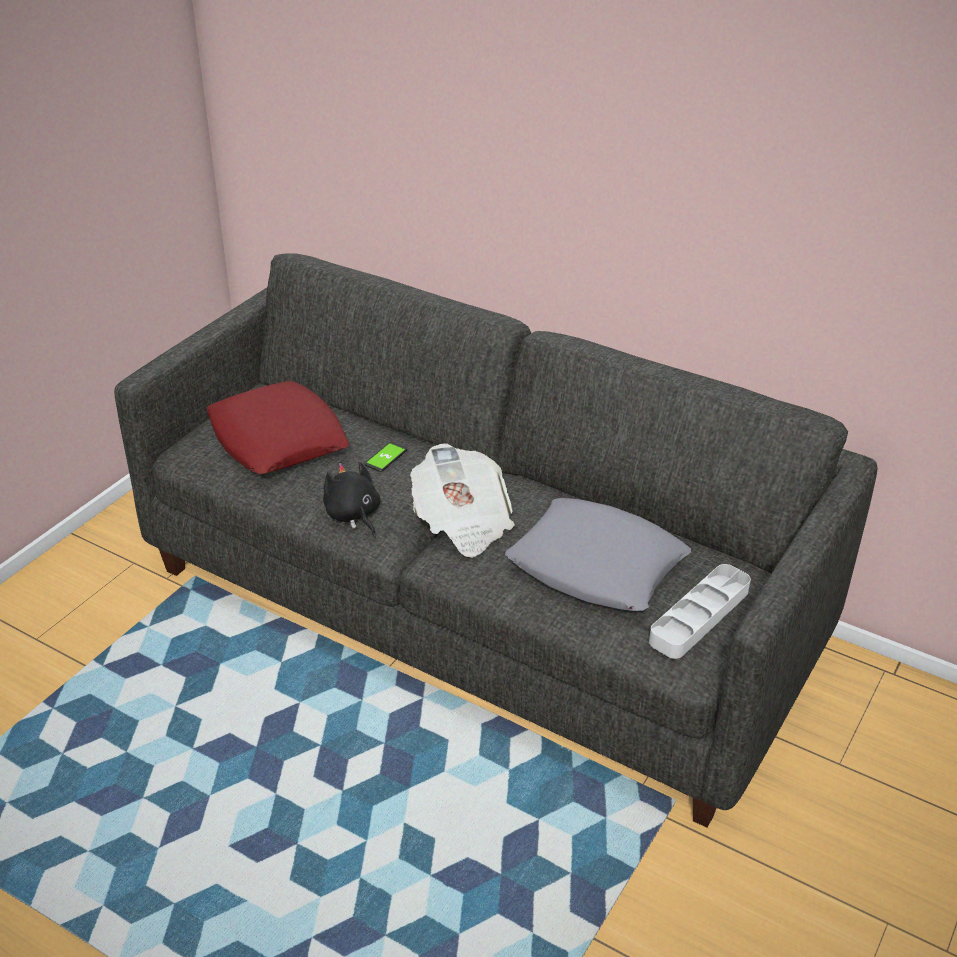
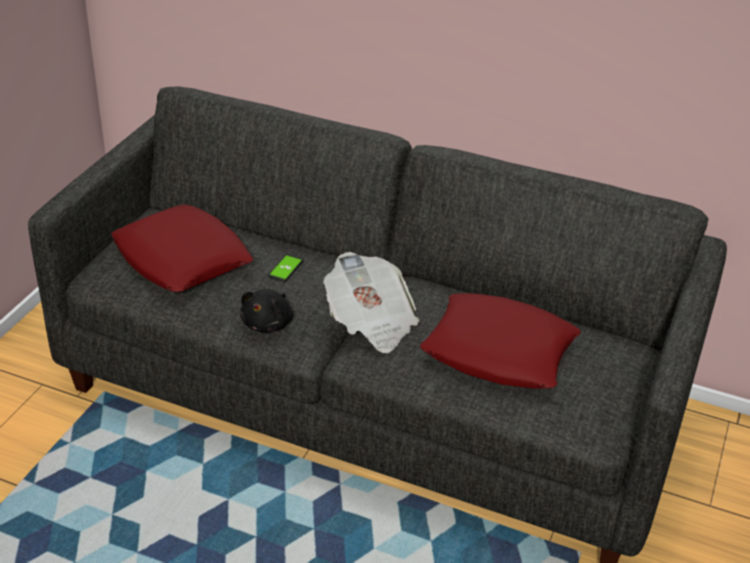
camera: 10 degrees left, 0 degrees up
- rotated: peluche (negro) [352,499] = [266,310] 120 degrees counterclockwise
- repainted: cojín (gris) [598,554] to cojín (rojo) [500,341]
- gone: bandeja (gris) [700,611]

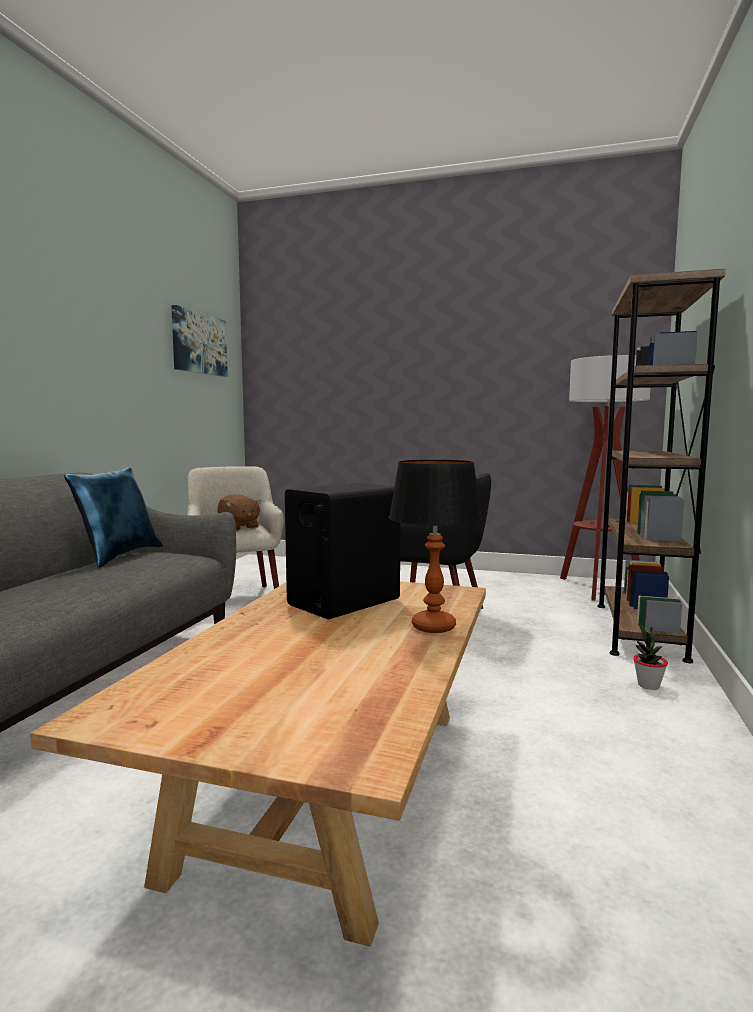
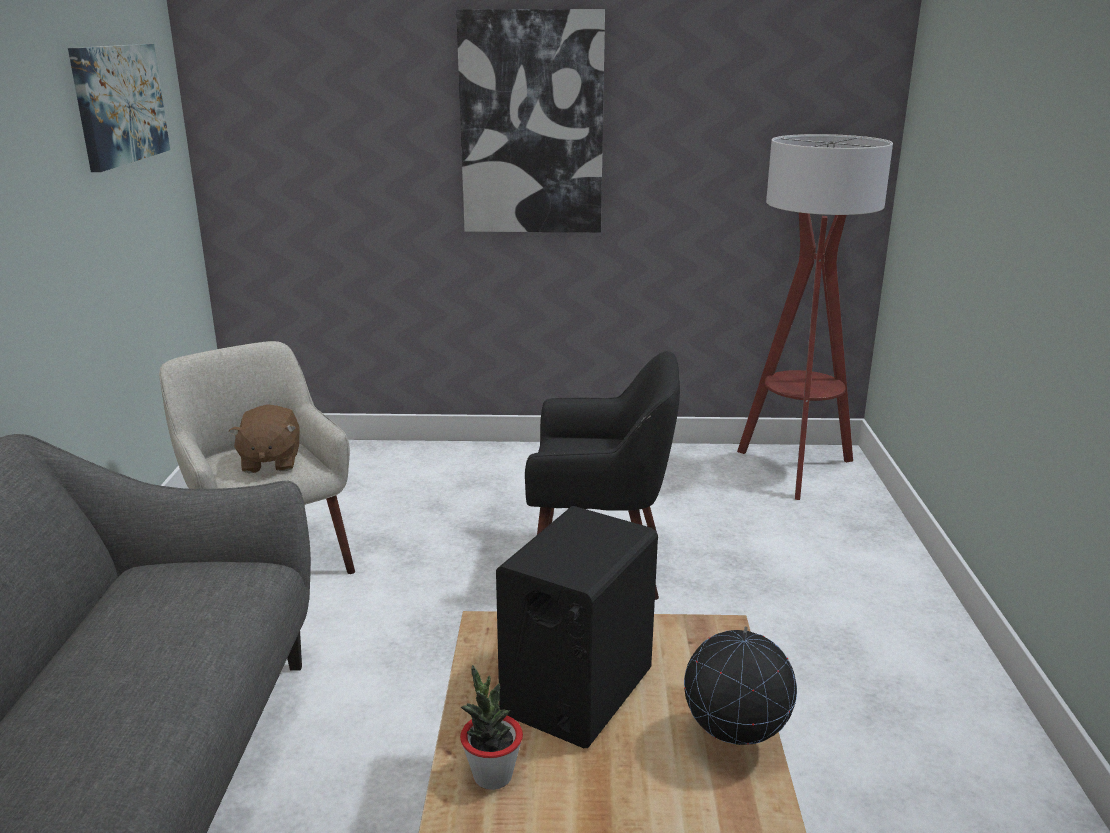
camera: 15 degrees left, 15 degrees up
- rotated: peluche (marrón) [239,512] = [263,439] 45 degrees clockwise
- new: cuadro [530,120]
- shifted: planta en maceta [650,656] to [491,727]
- swapped: lámpara de mesa [435,546] to globo terráqueo [740,686]
- gone: cojín (azul) [113,517]
- gone: estantería (marrón) [661,466]

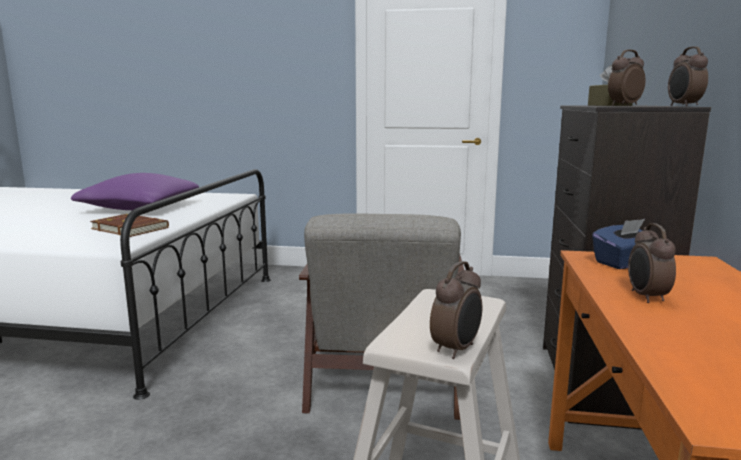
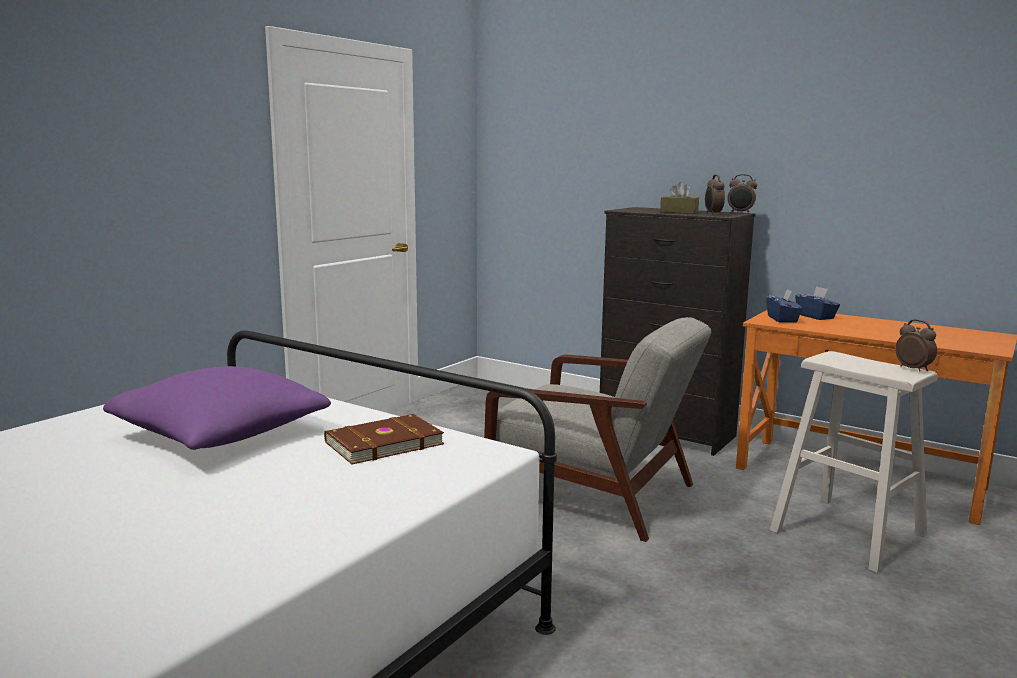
camera: 65 degrees left, 0 degrees up
- new: caja de pañuelos (azul) [817,303]
- gone: despertador [652,263]

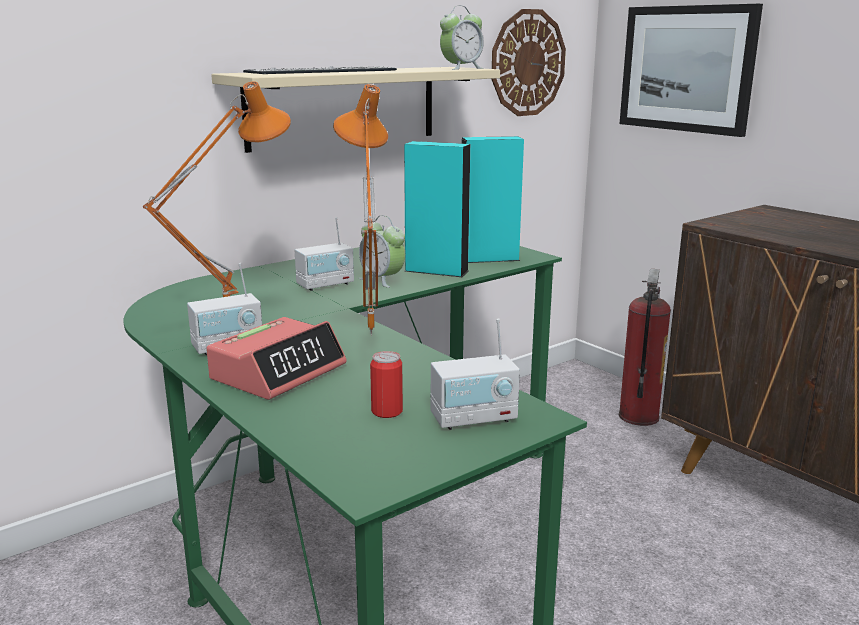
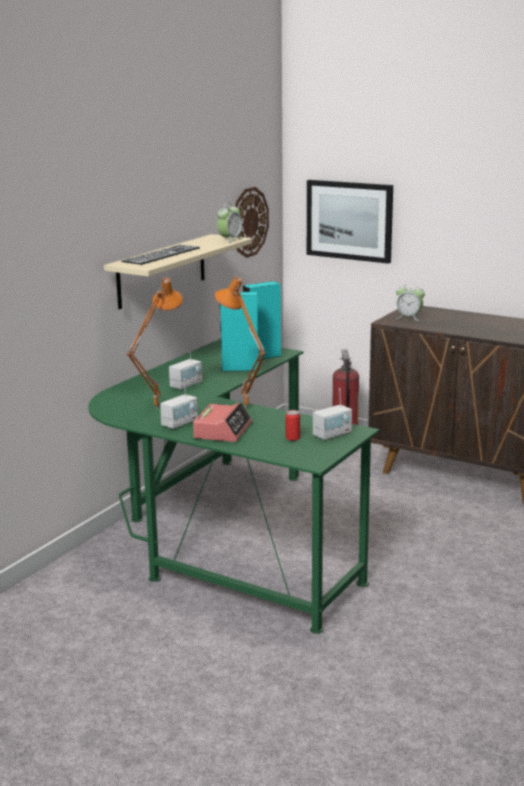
camera: 20 degrees left, 0 degrees up
- shifted: despertador [382,251] to [410,302]

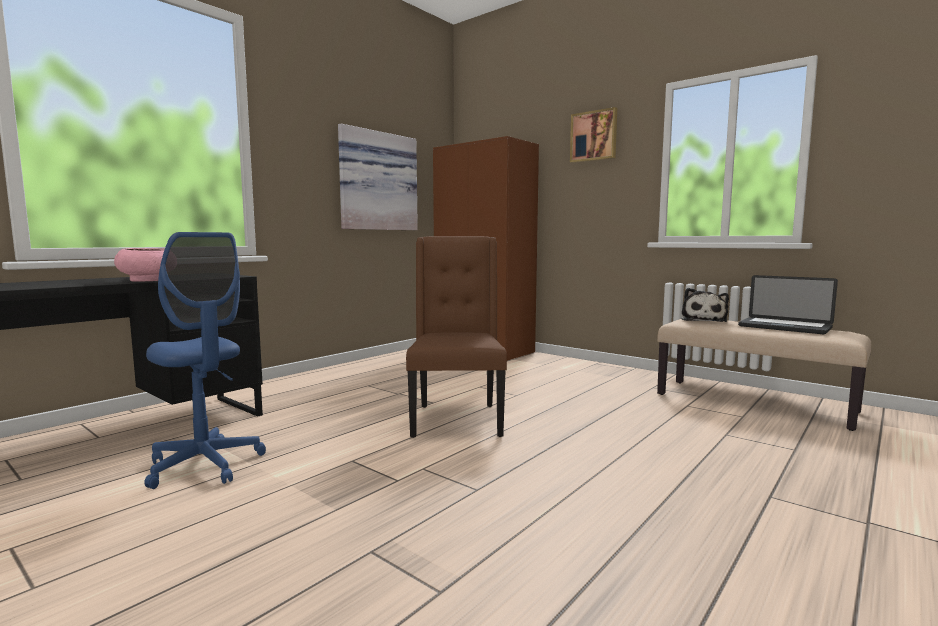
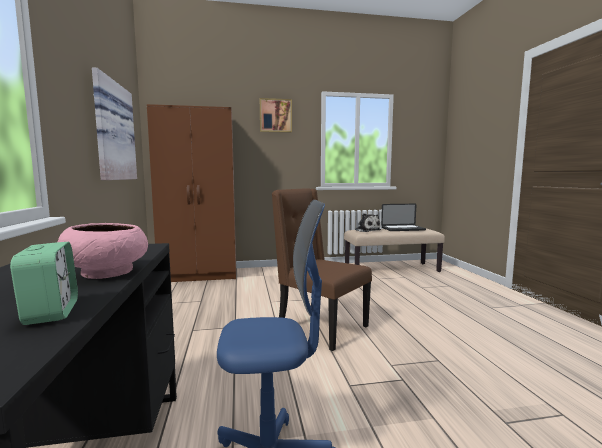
camera: 50 degrees left, 0 degrees up
- new: despertador [44,283]

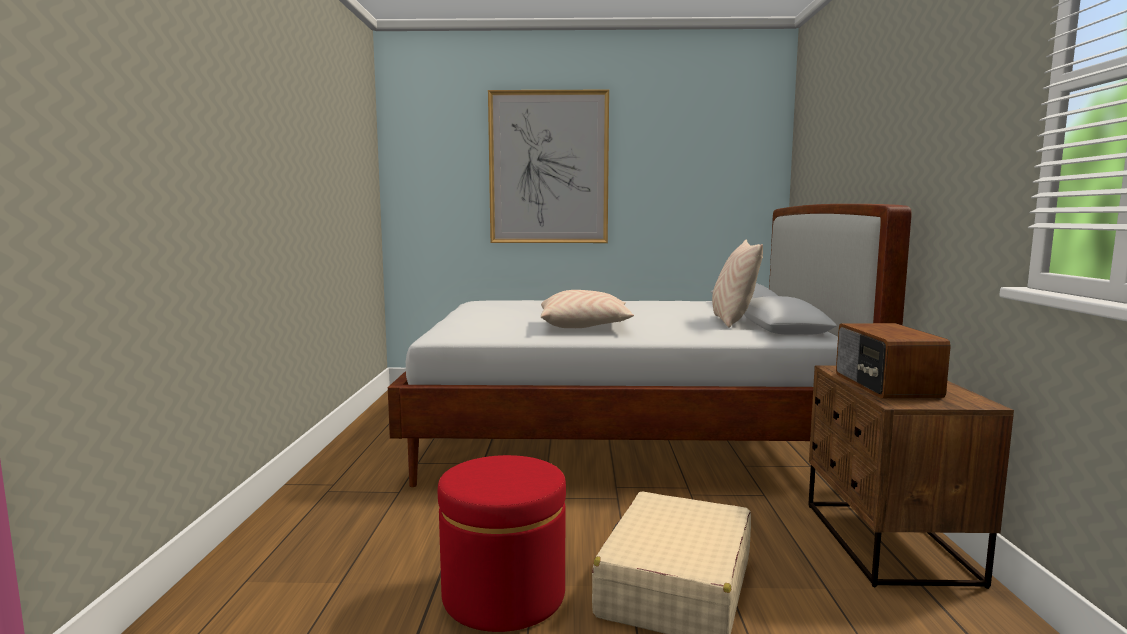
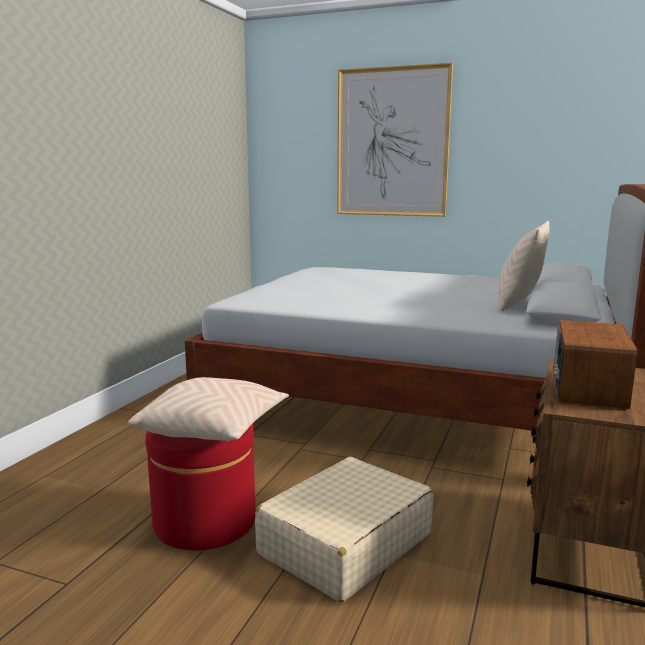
camera: 20 degrees right, 5 degrees up
- shifted: cojín (beis) [587,309] to [208,409]

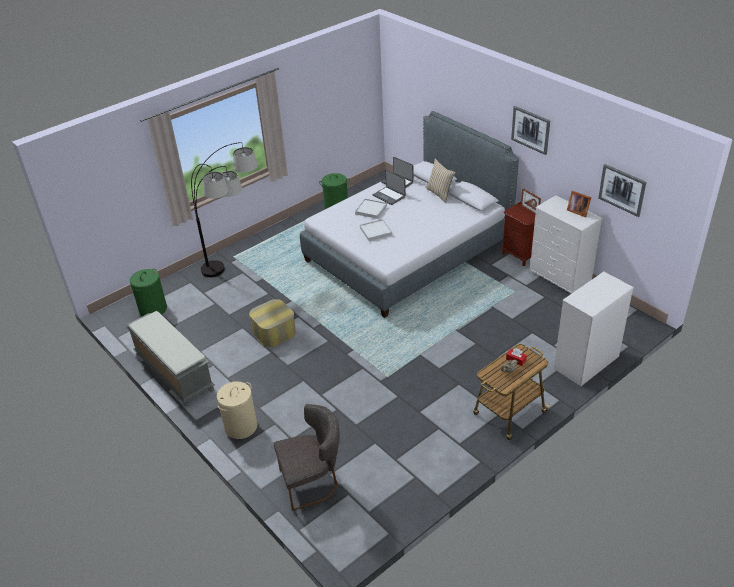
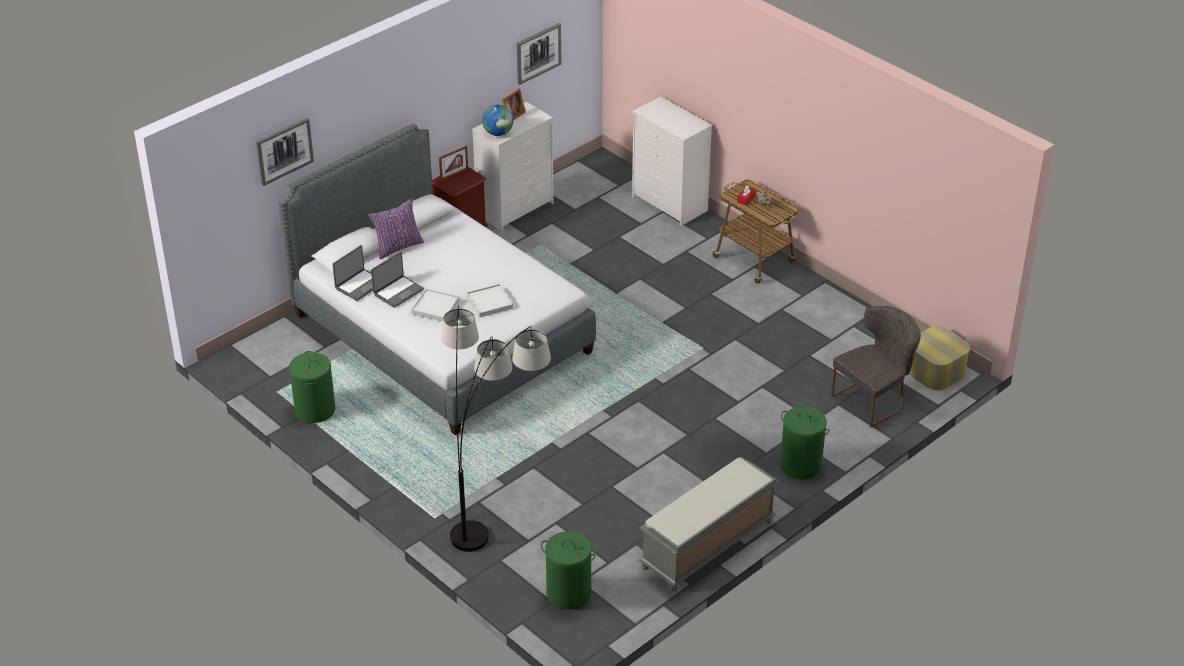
camera: 95 degrees left, 0 degrees up
- shifted: cuadro [530,130] to [285,151]
- repainted: cojín (beis) [440,180] to cojín (morado) [396,228]
- new: globo terráqueo [497,120]
- repainted: cesto de la ropa (beis) [237,410] to cesto de la ropa (verde) [805,442]
- rotated: silla (gris) [307,457] = [876,366] 75 degrees clockwise
- shifted: puf [272,323] to [939,358]

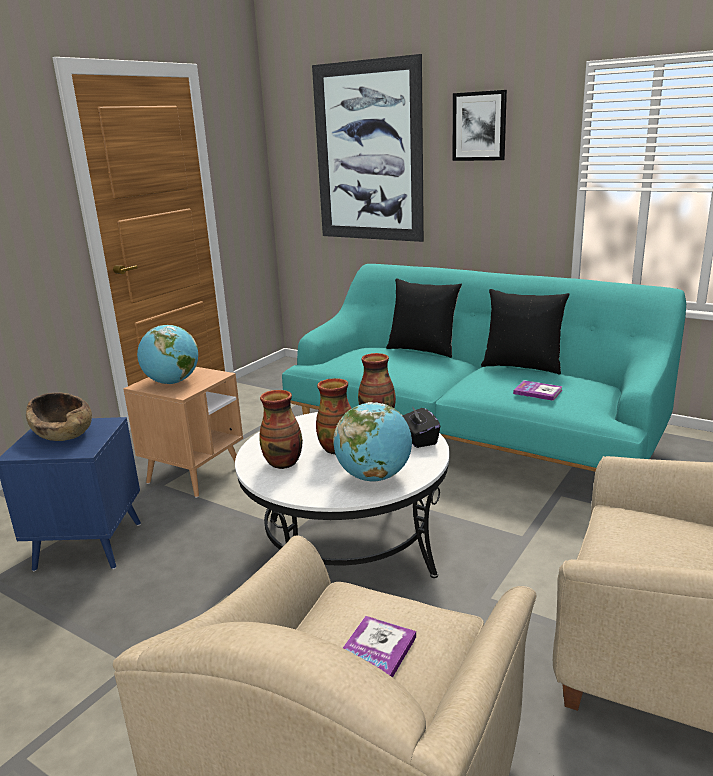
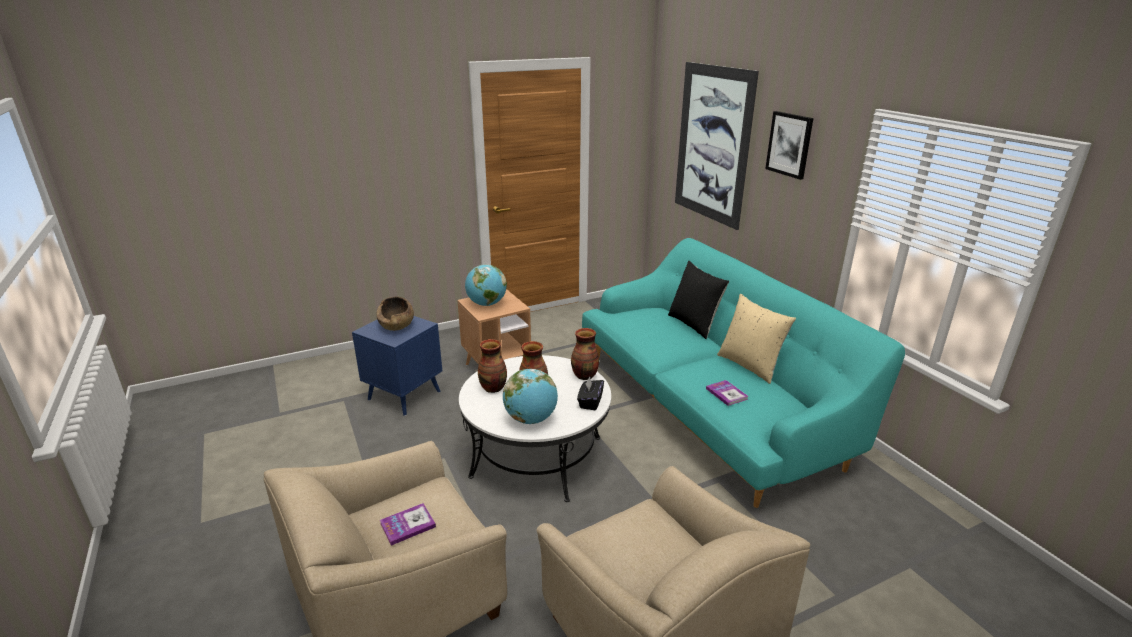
camera: 30 degrees right, 5 degrees up
- repainted: cojín (negro) [525,331] to cojín (beis) [756,339]

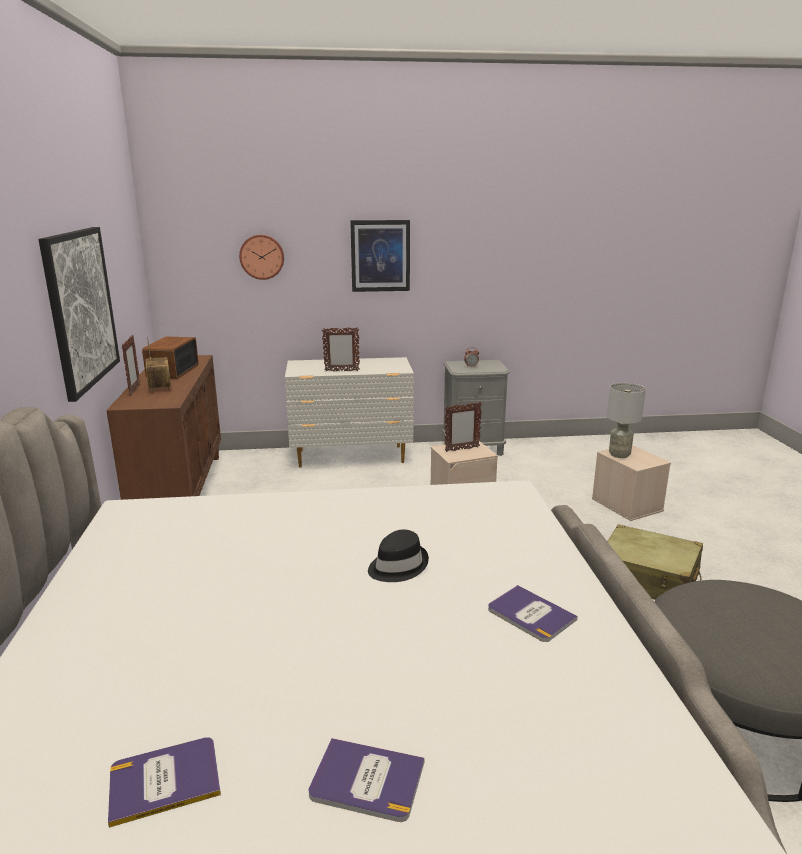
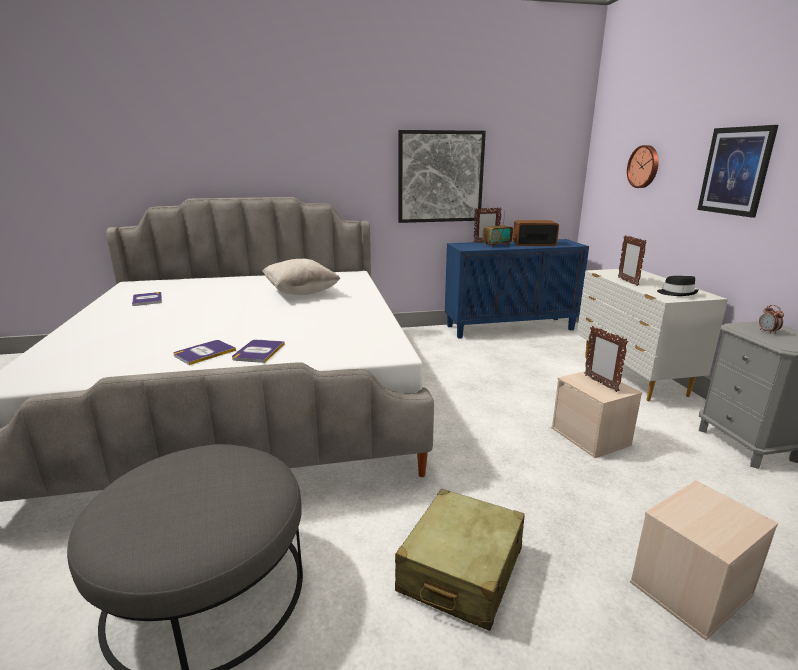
camera: 85 degrees right, 0 degrees up
- shifted: libro [366,780] to [258,351]
- new: cojín (beis) [301,277]
- repainted: armario (marrón) [163,427] to armario (azul) [517,289]
- shifted: sombrero (negro) [398,555] to [678,286]
- gone: lámpara de mesa (gris) [626,420]

